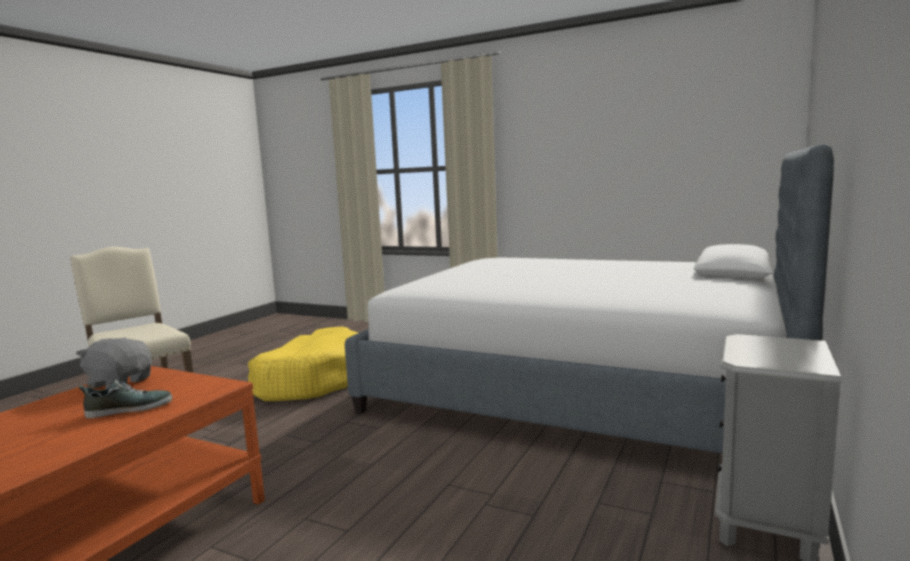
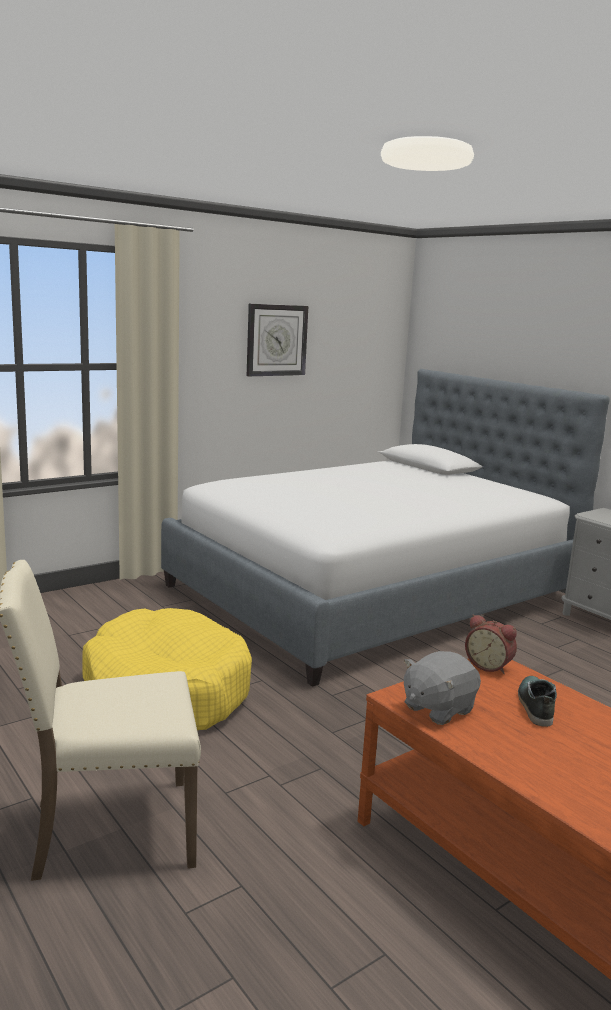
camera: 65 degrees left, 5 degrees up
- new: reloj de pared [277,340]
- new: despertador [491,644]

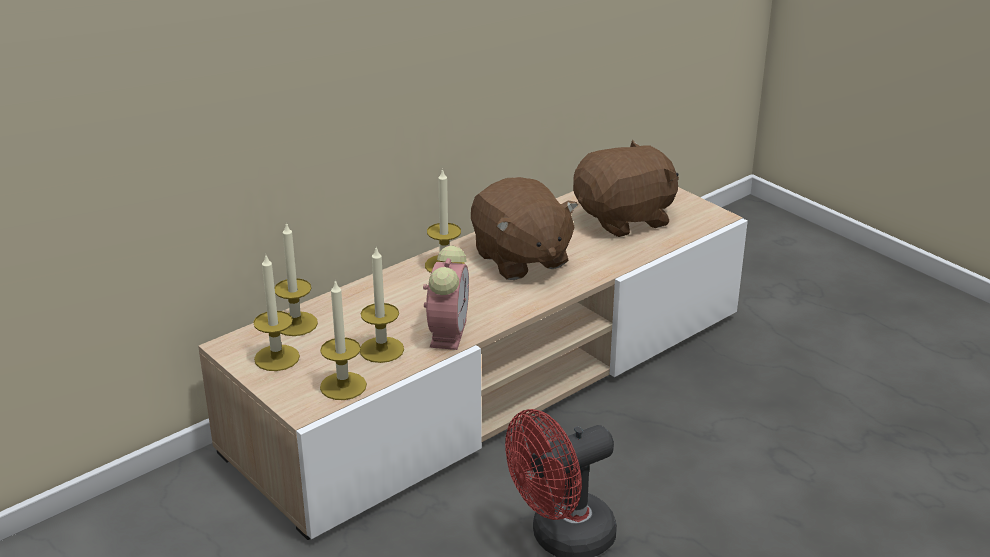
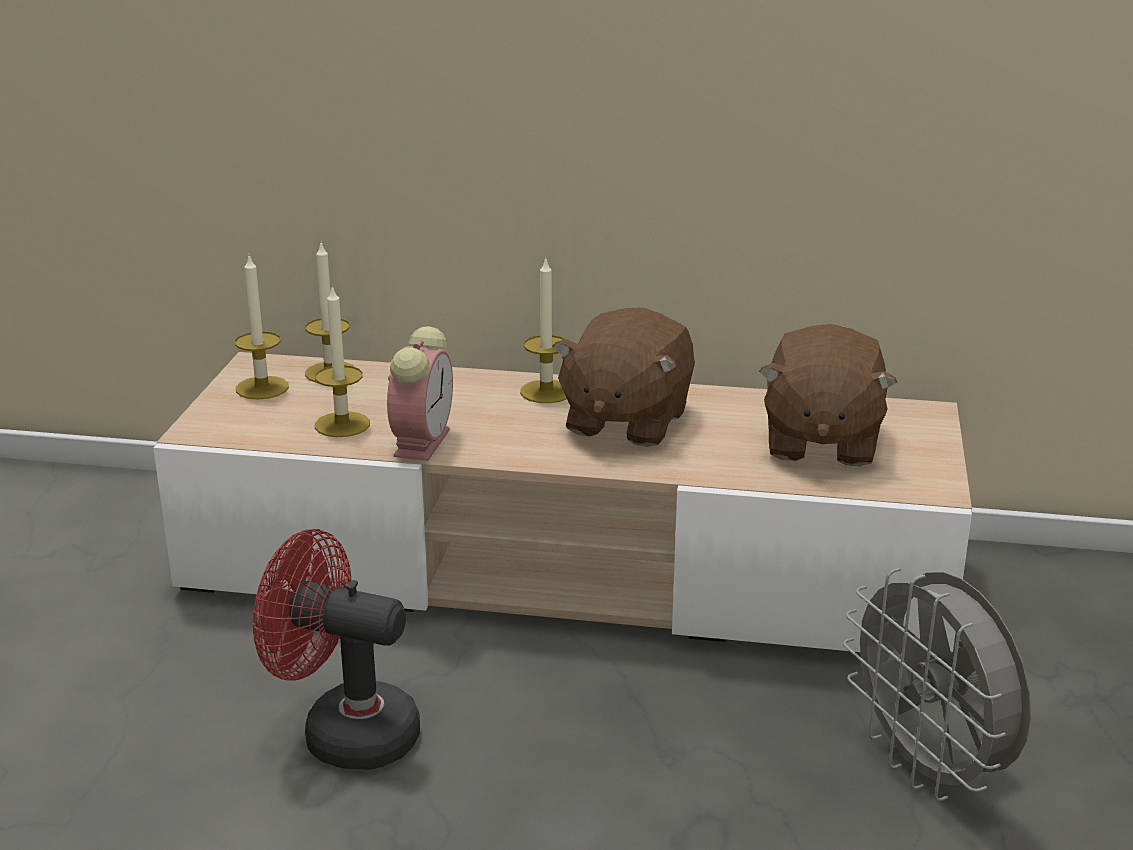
camera: 50 degrees right, 5 degrees down
- rotated: despertador [446,298] = [420,393] 45 degrees counterclockwise
- rotated: peluche (marrón) [626,188] = [828,395] 75 degrees clockwise
- new: ventilador (gris) [937,684]
- gone: vela [343,339]

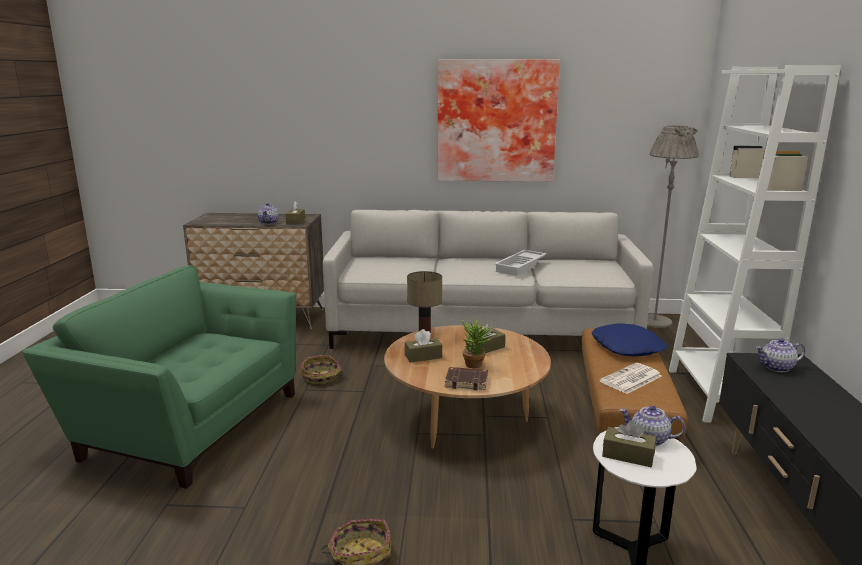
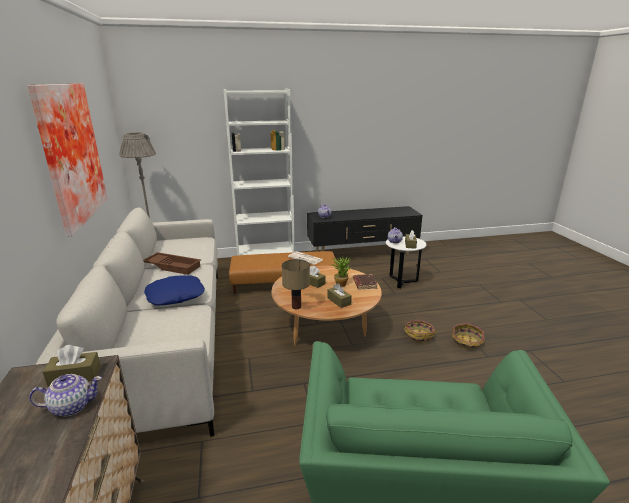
camera: 105 degrees left, 5 degrees up
- repainted: bandeja (blanco) [520,263] to bandeja (marrón) [172,263]
- shifted: cojín (azul) [629,340] to [174,290]
- shifted: cesta [324,369] to [420,331]

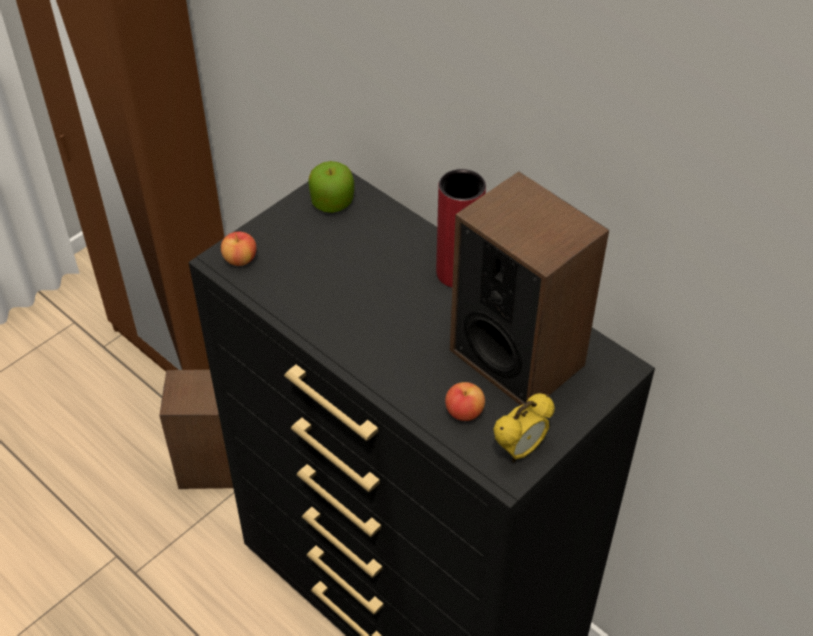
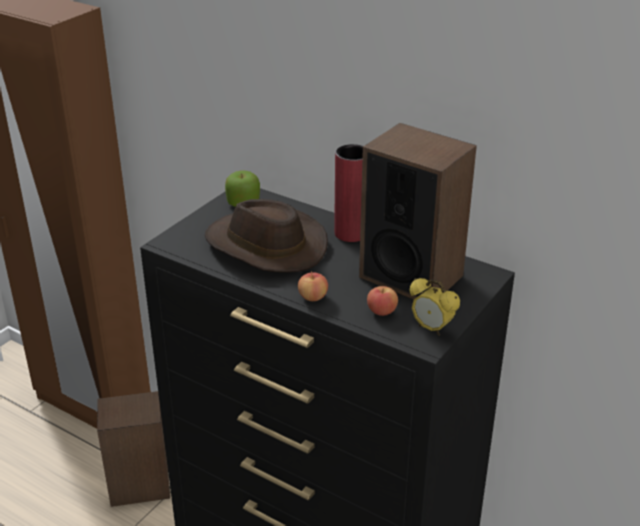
camera: 10 degrees left, 15 degrees down
- new: sombrero (marrón) [266,235]
- shifted: manzana [239,249] to [313,286]
- rotated: despertador [524,427] = [435,307] 90 degrees clockwise

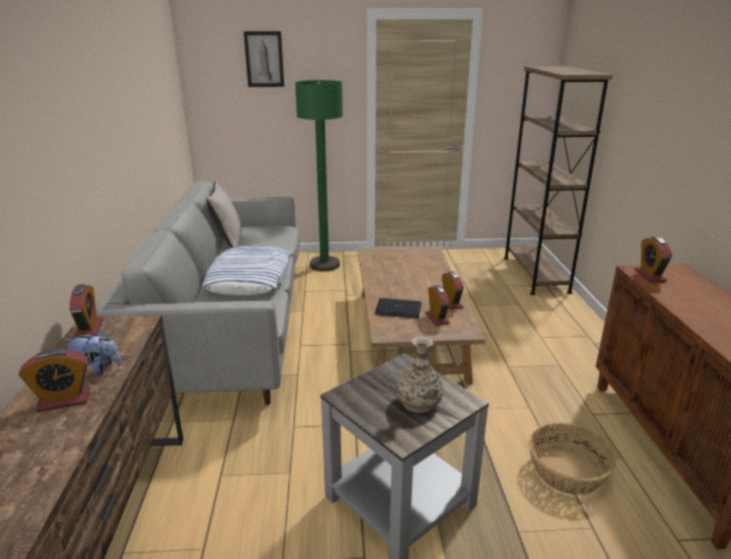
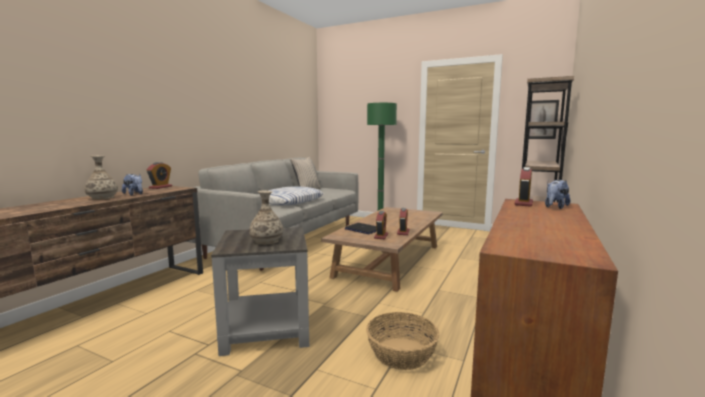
camera: 30 degrees right, 15 degrees down
- swapped: despertador [54,380] to florero [101,178]
- shifted: cuadro [264,59] to [544,119]
- new: peluche [557,194]

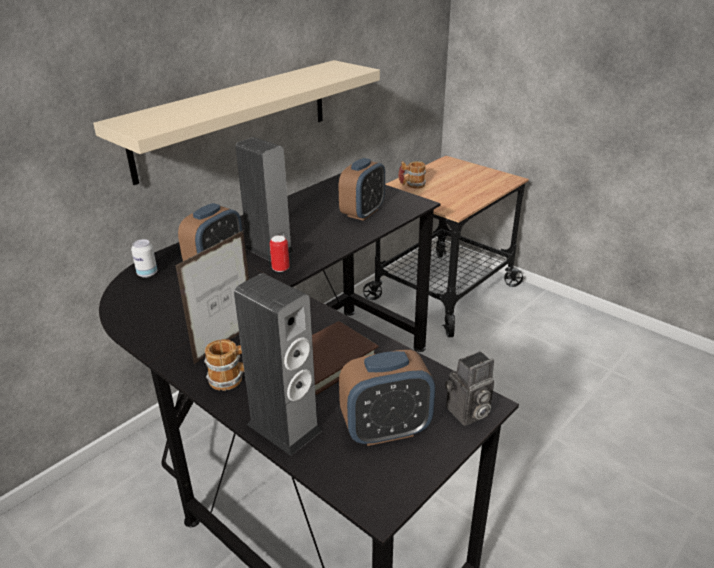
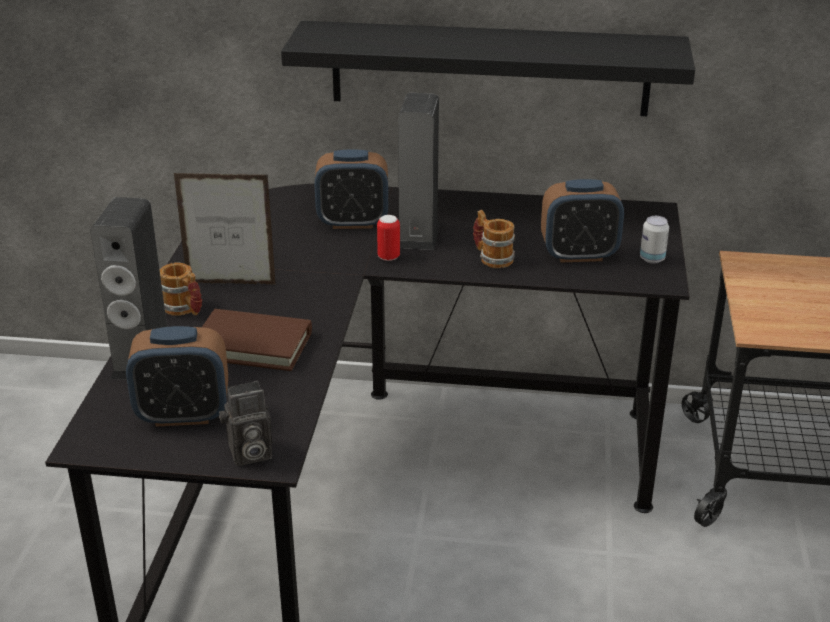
camera: 55 degrees right, 0 degrees up
- rotated: despertador [387,398] = [177,376] 45 degrees counterclockwise
- rotated: cámara [469,388] = [245,423] 45 degrees counterclockwise
- repainted: estante (beis) [236,122] to estante (negro) [488,68]
- shifted: taza grande [412,175] to [494,239]
- shifted: lata [144,258] to [654,240]

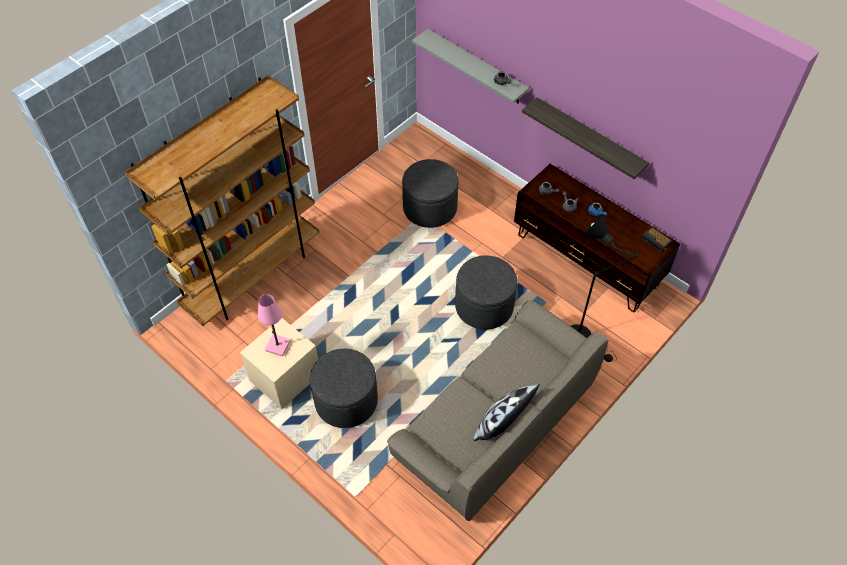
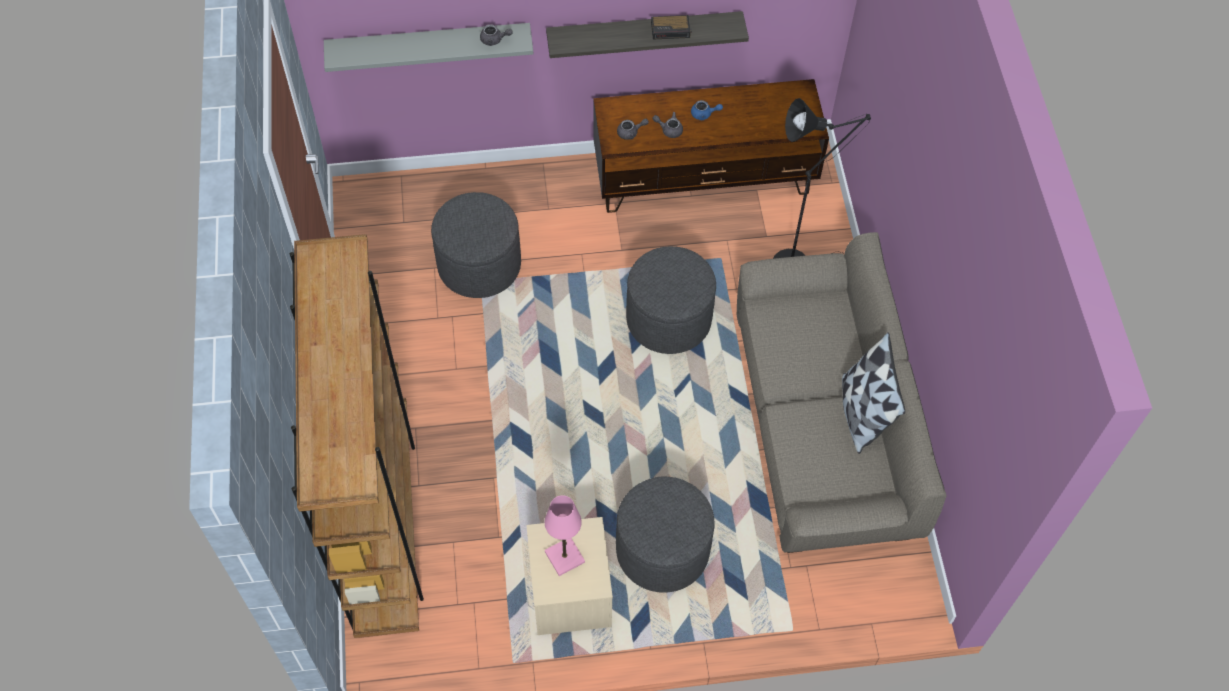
camera: 50 degrees left, 5 degrees up
- shifted: despertador [656,240] to [671,27]

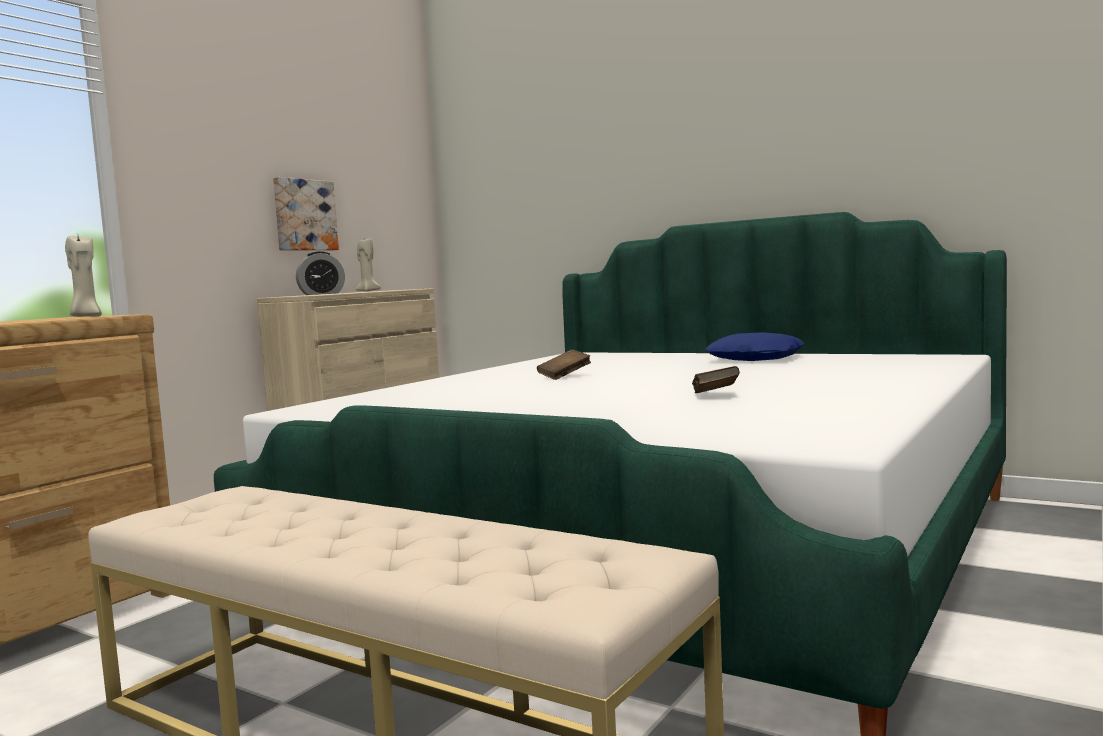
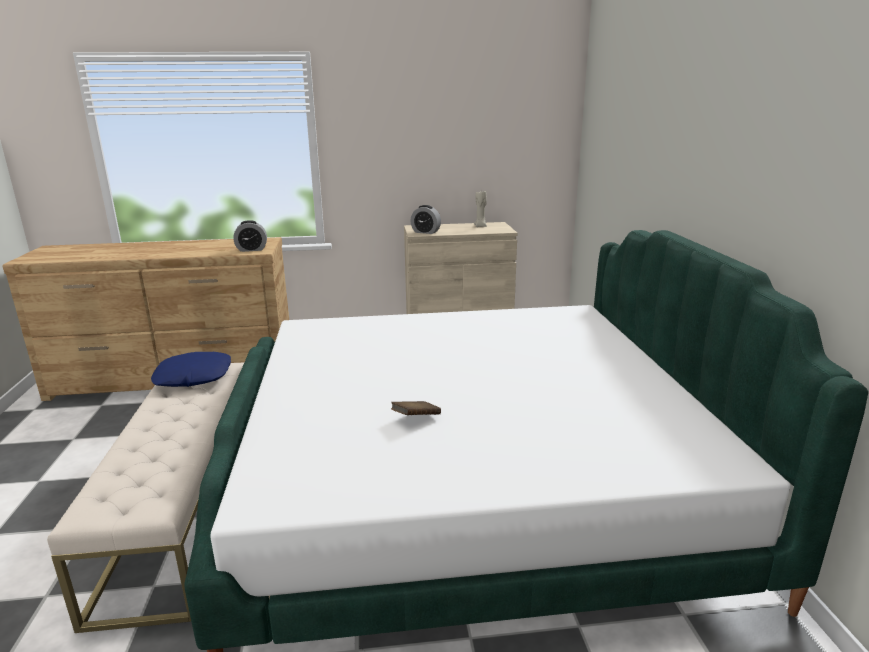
camera: 50 degrees right, 15 degrees up
- shifted: cojín (azul) [755,346] to [191,369]
- swapped: vela (beis) [83,276] to despertador [250,236]
- gone: cuadro [306,214]
- gone: libro (marrón) [564,364]

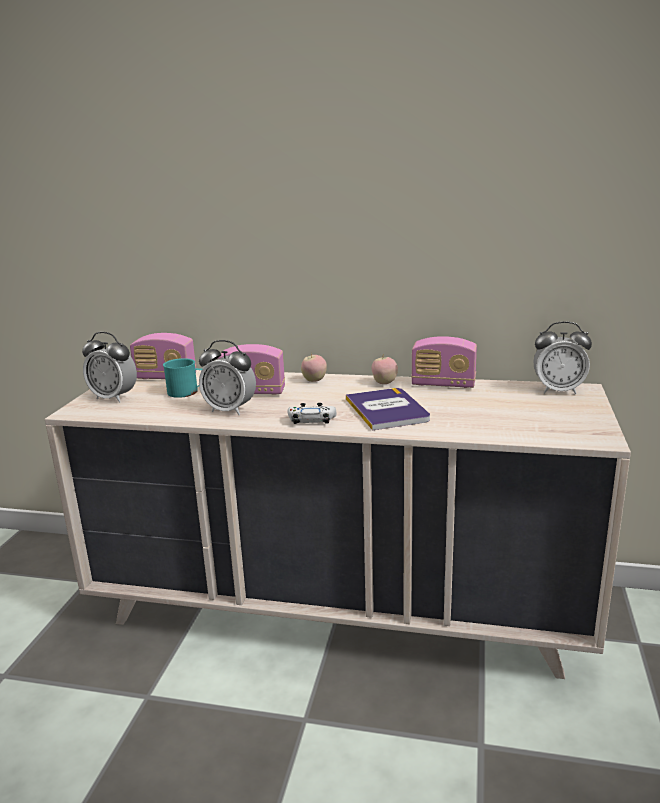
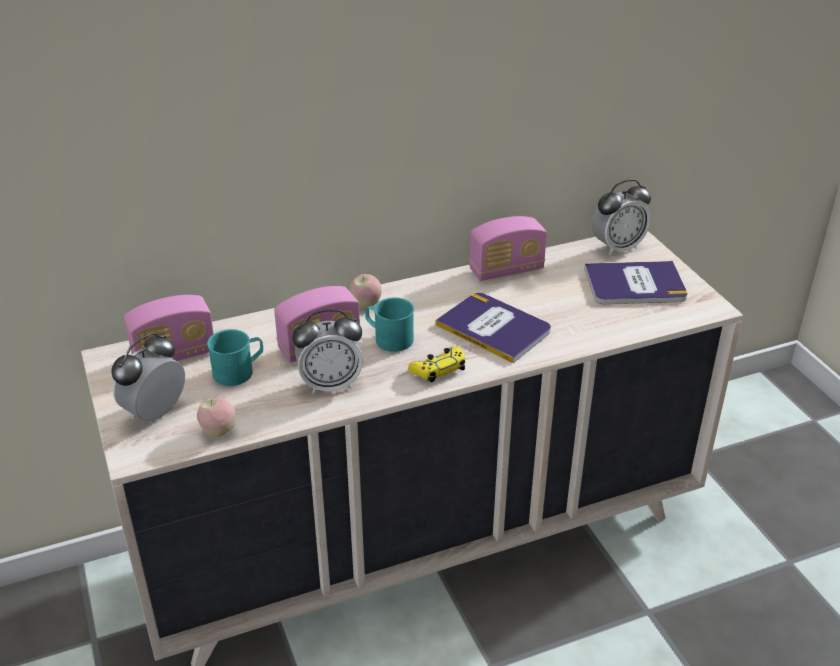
camera: 35 degrees left, 15 degrees up
- rotated: despertador [109,367] = [148,377] 135 degrees clockwise
- shifted: manzana [385,370] to [216,417]
- new: taza grande (turquesa) [389,324]
- repainted: mando de consola (blanco) [311,413] to mando de consola (amarillo) [436,365]
- new: libro [635,282]

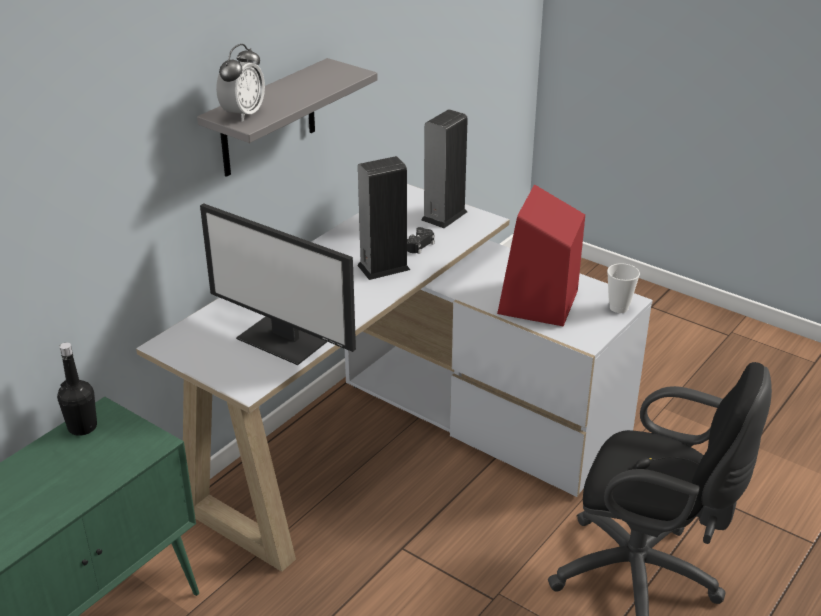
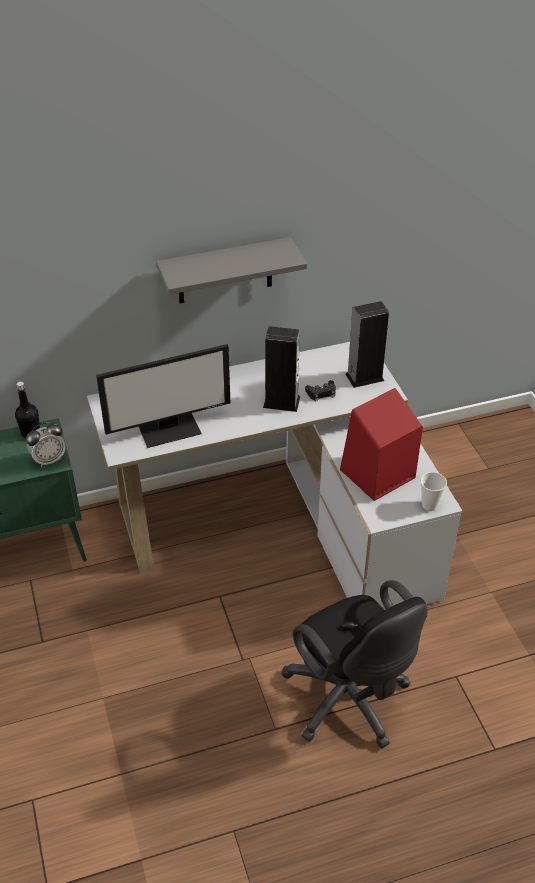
camera: 35 degrees right, 10 degrees up
- shifted: despertador [240,83] to [46,444]
- rotated: monitor [278,284] = [163,396] 90 degrees counterclockwise

